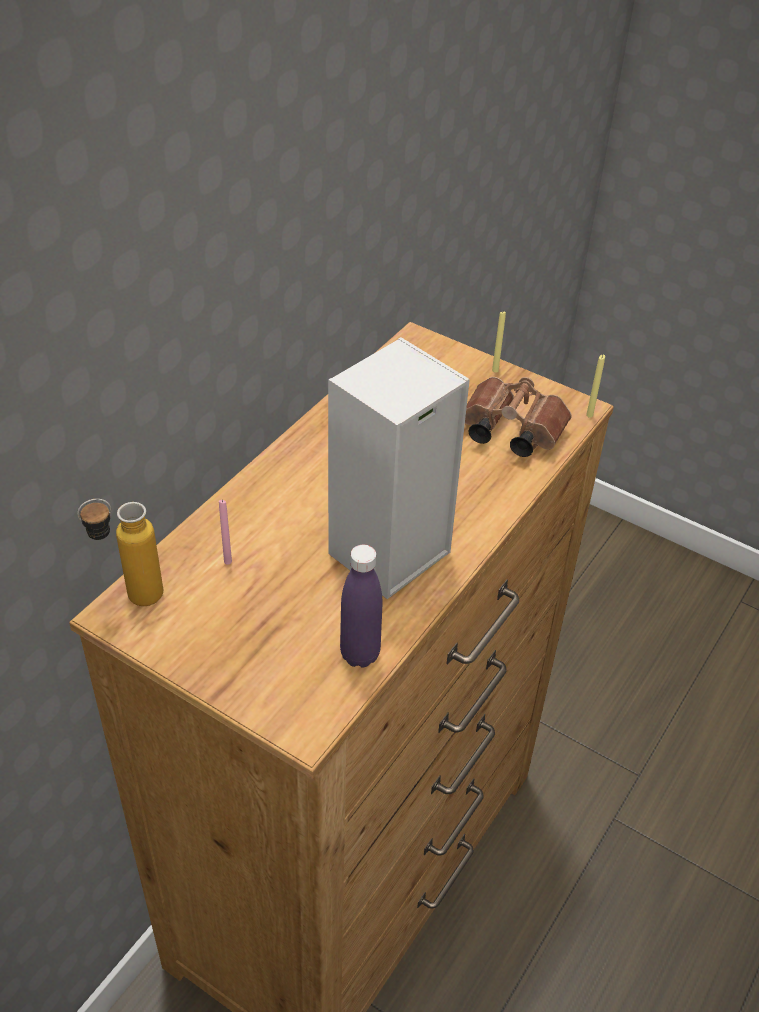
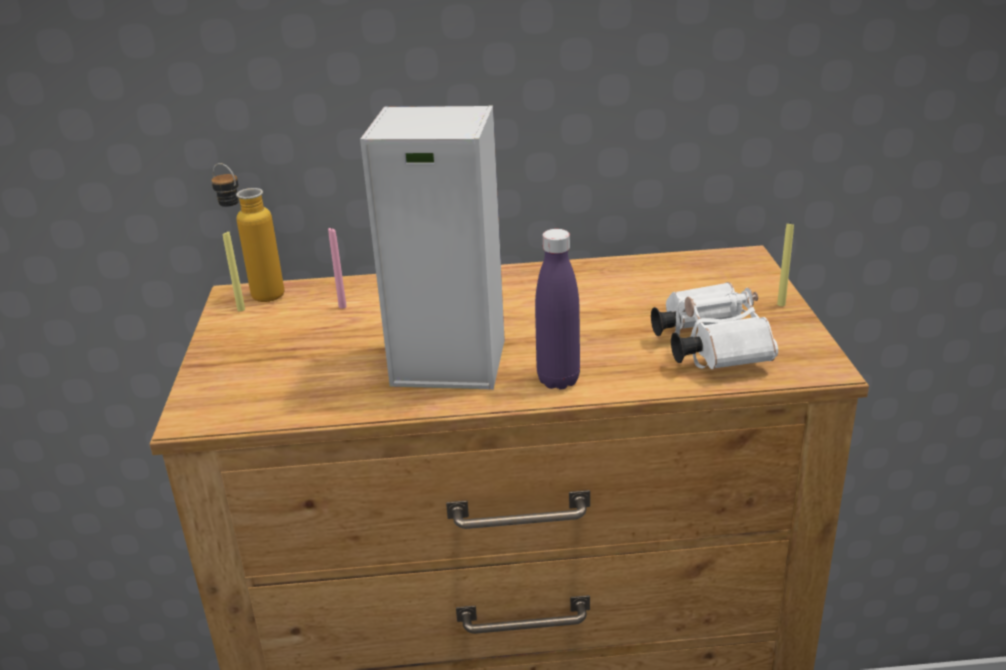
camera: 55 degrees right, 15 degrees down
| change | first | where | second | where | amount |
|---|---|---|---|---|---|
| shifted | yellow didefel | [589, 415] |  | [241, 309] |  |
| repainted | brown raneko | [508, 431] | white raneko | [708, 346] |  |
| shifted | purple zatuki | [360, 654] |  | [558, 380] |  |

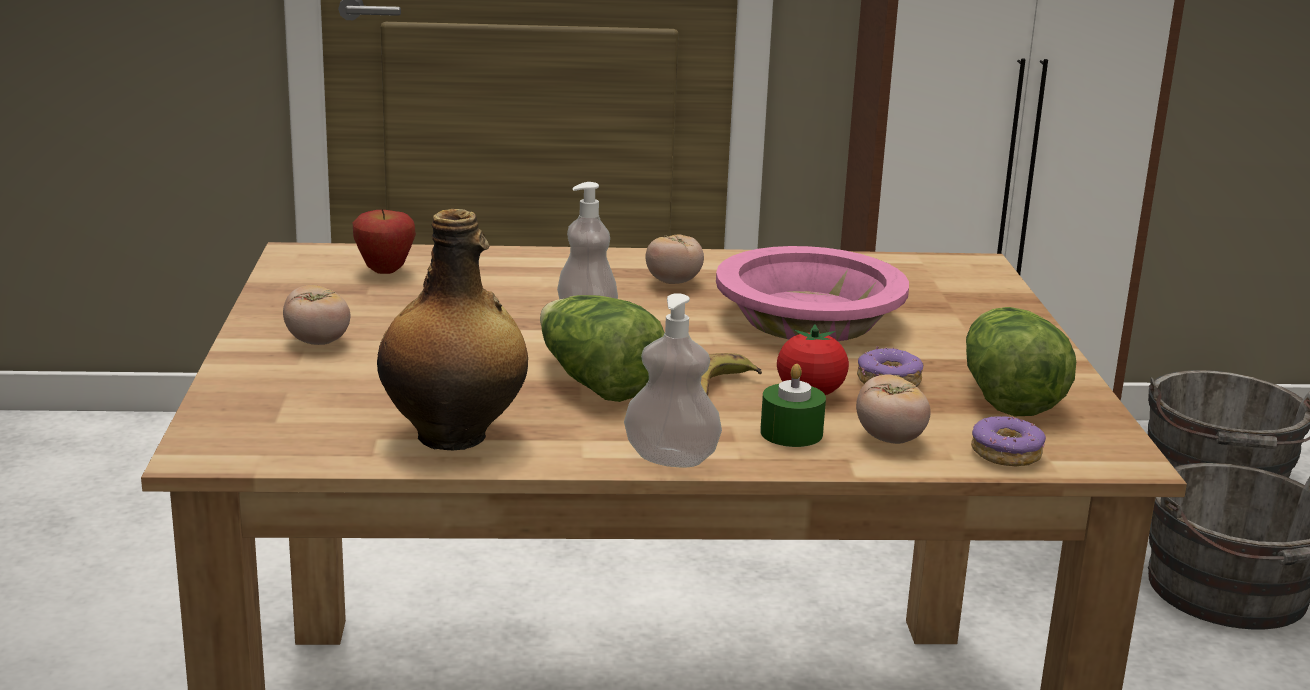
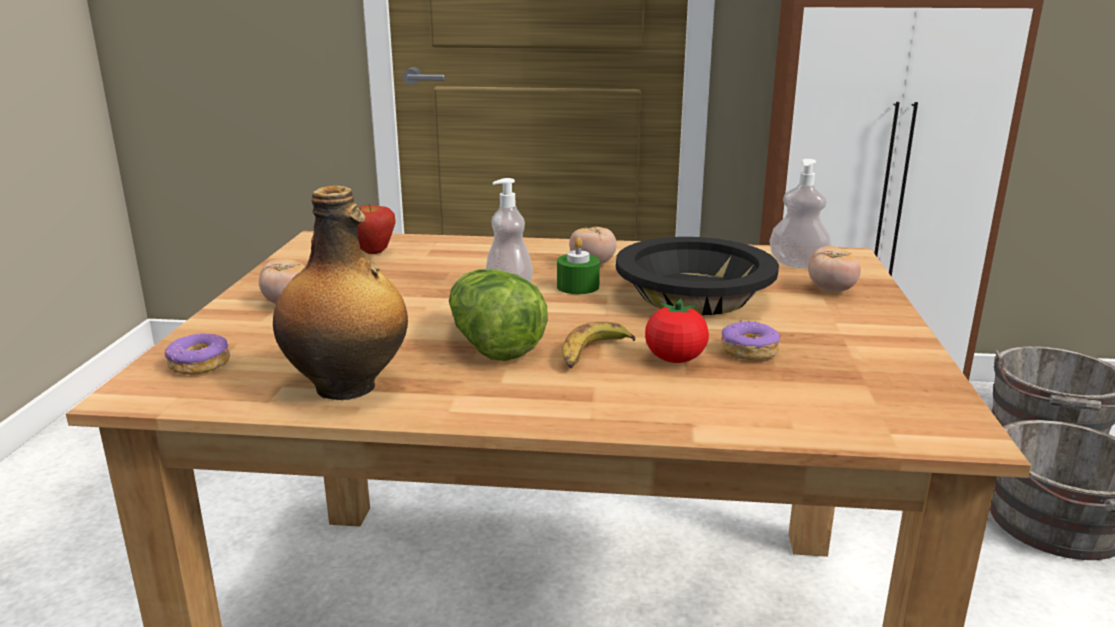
camera: 10 degrees right, 0 degrees up
| change | first | where | second | where | amount |
|---|---|---|---|---|---|
| repainted | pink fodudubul | [809, 319] | black fodudubul | [694, 295] |  |
| shifted | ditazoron | [671, 458] |  | [797, 264] |  |
| gone | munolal | [1007, 395] |  |  |  |
| shifted | green didefel | [791, 433] |  | [578, 286] |  |
| shifted | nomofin | [890, 439] |  | [831, 290] |  |
| shifted | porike | [1007, 454] |  | [200, 364] |  |

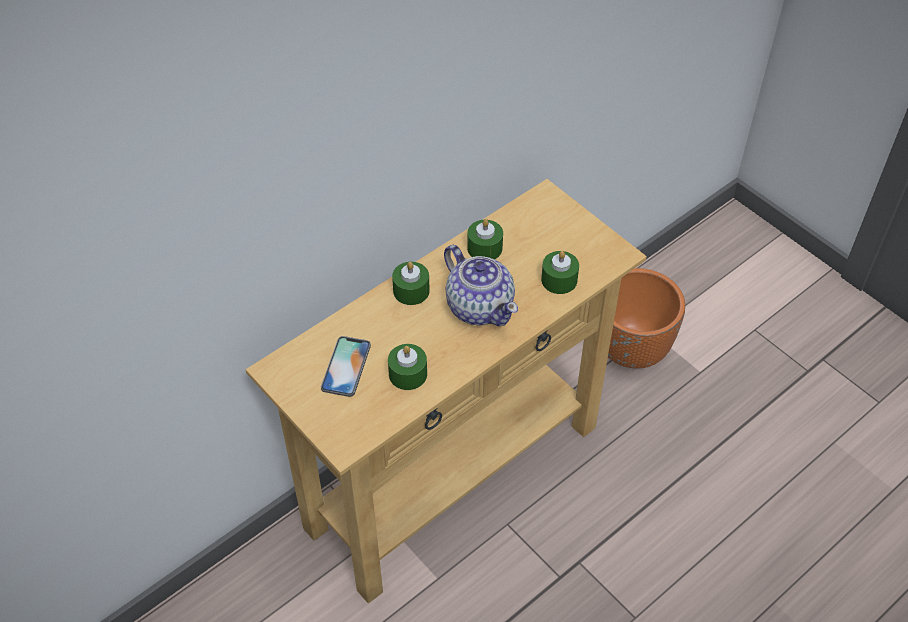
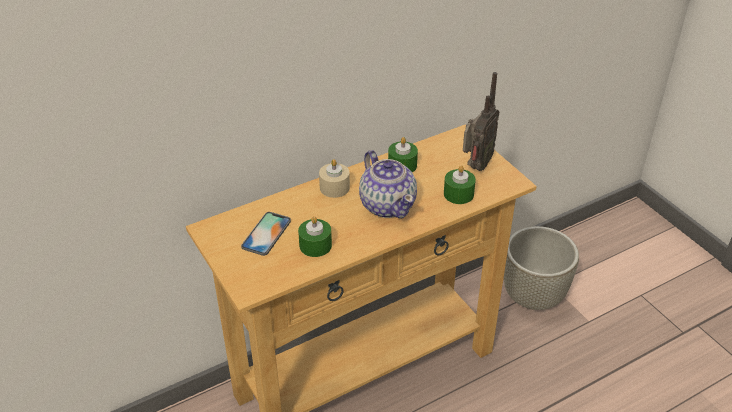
camera: 10 degrees right, 10 degrees down
| change | first | where | second | where | amount |
|---|---|---|---|---|---|
| repainted | green didefel | [411, 291] | beige didefel | [334, 187] |  |
| repainted | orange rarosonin | [631, 349] | grey rarosonin | [533, 296] |  |
| new |  |  | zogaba | [475, 166] |  |

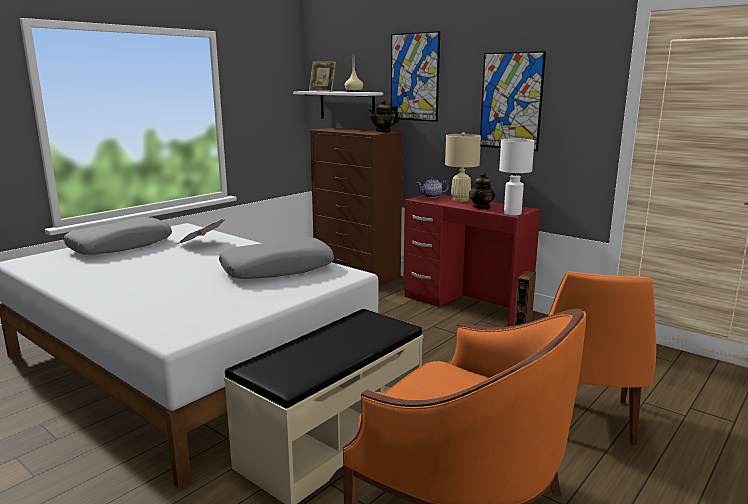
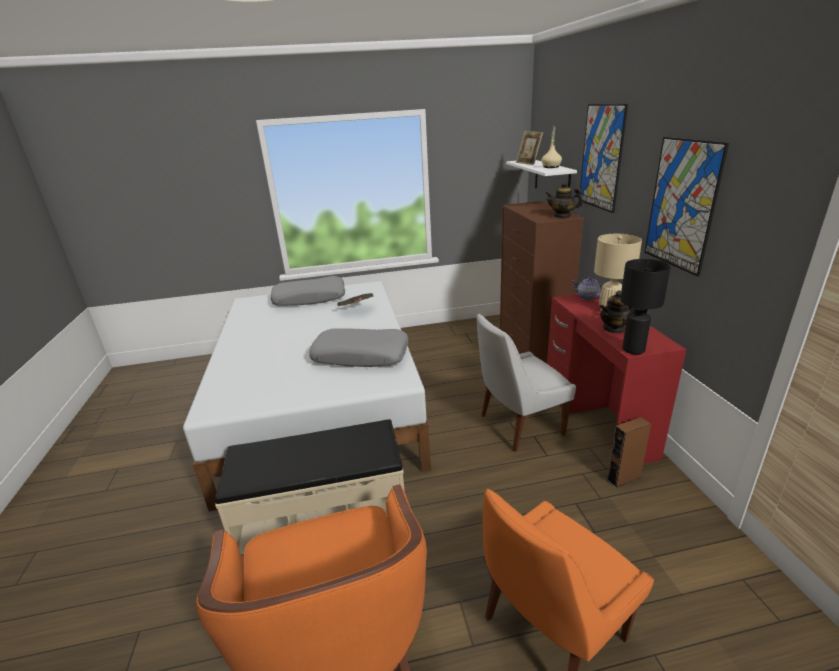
camera: 40 degrees right, 10 degrees up
| change | first | where | second | where | amount |
|---|---|---|---|---|---|
| repainted | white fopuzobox | [513, 213] | black fopuzobox | [634, 350] |  |
| new |  |  | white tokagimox | [518, 426] |  |

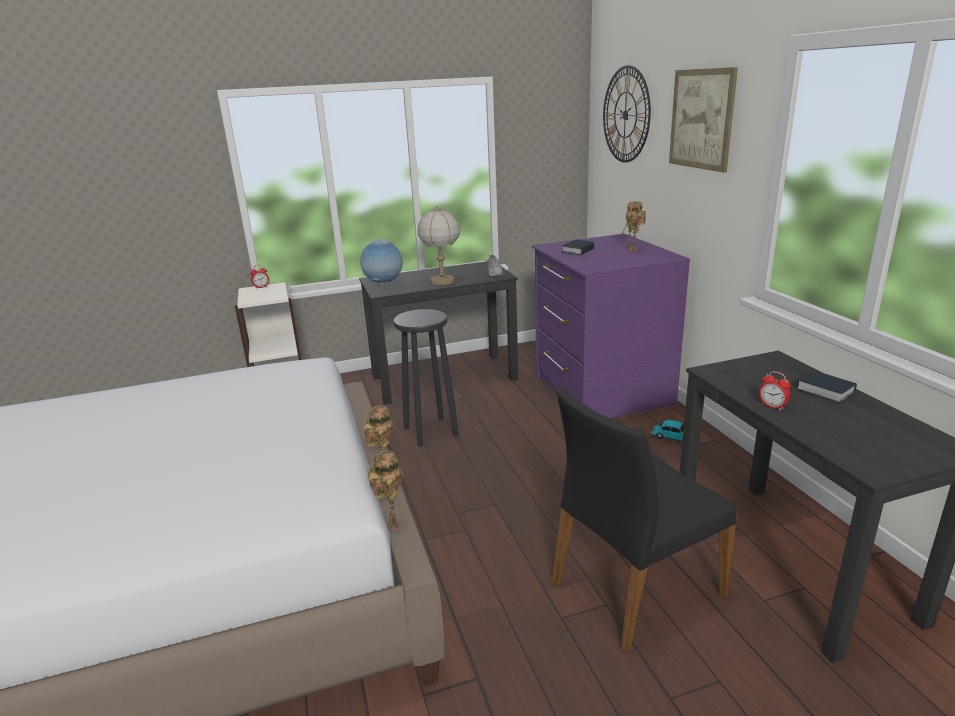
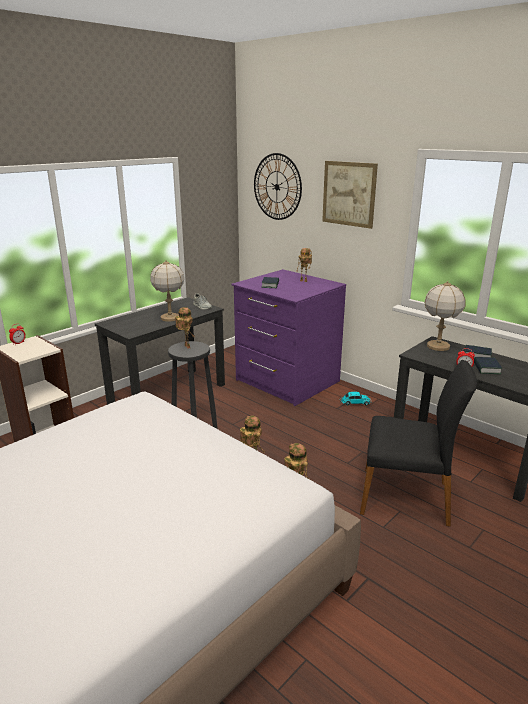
camera: 30 degrees left, 0 degrees up
| change | first | where | second | where | amount |
|---|---|---|---|---|---|
| gone | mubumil | [383, 284] |  |  |  |
| rotated | black tokagimox | [634, 588] |  | [406, 497] | 105 degrees counterclockwise |
| new |  |  | fopuzobox | [438, 346] |  |
| new |  |  | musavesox | [186, 346] |  |
| new |  |  | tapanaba | [486, 368] |  |

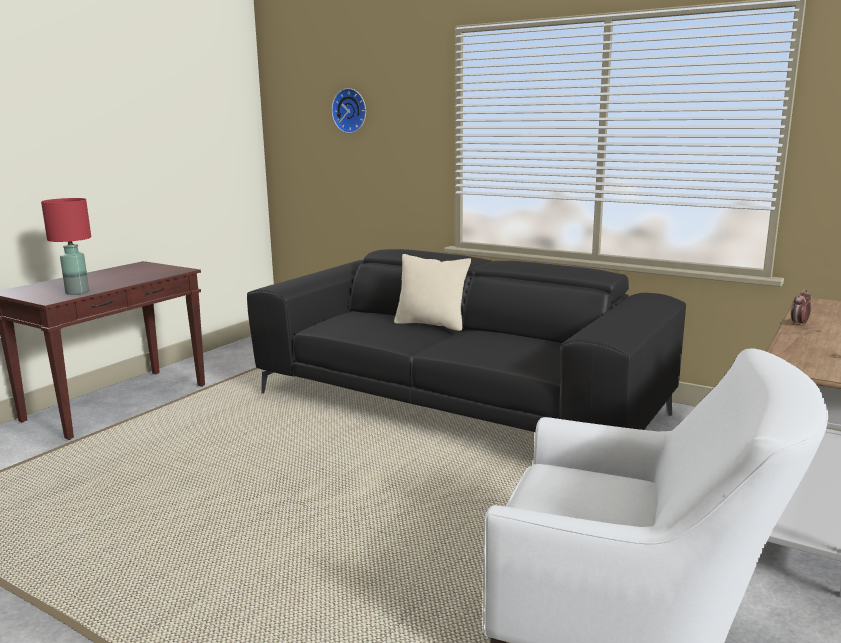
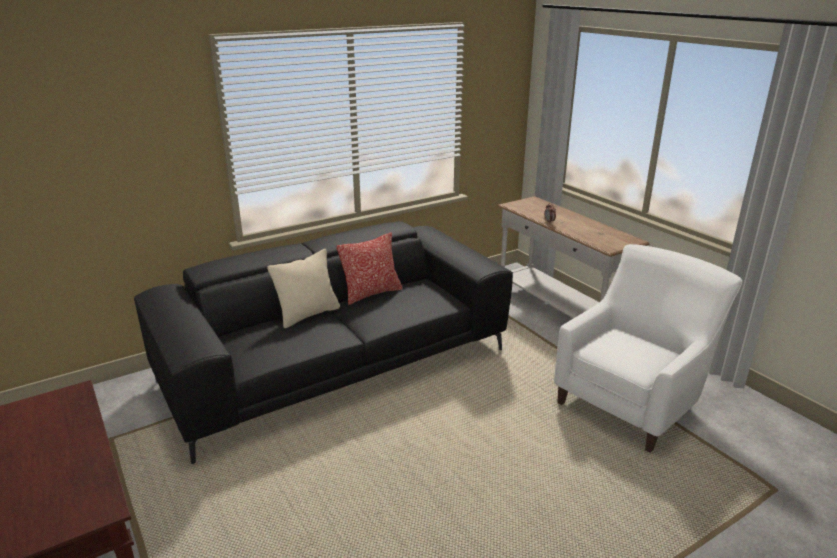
camera: 65 degrees left, 10 degrees up
| change | first | where | second | where | amount |
|---|---|---|---|---|---|
| gone | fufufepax | [350, 110] |  |  |  |
| gone | red fopuzobox | [78, 292] |  |  |  |
| new |  |  | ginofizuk | [371, 293] |  |

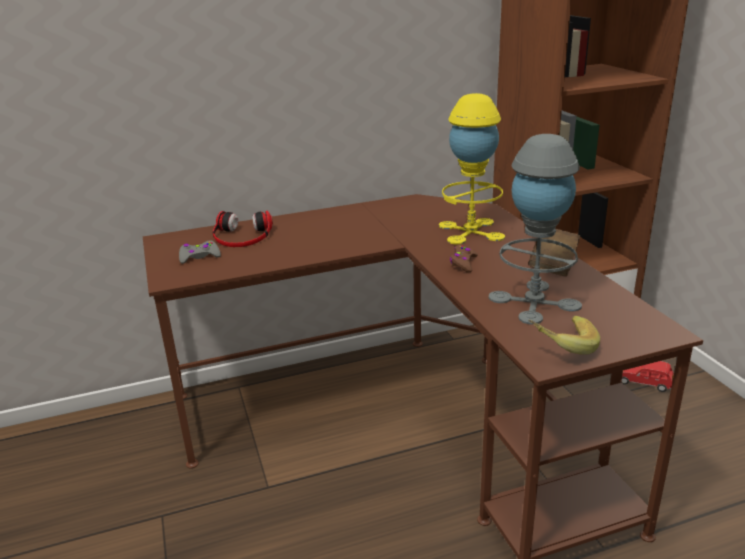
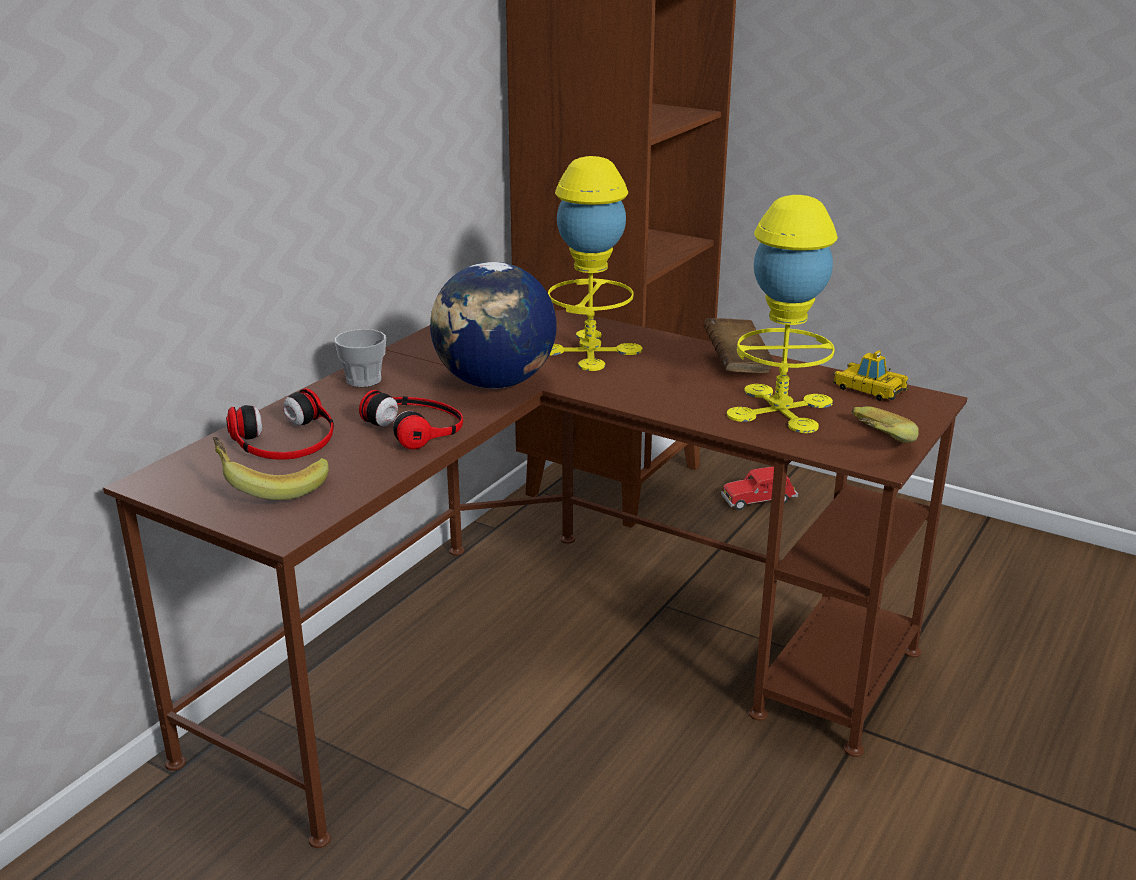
camera: 40 degrees left, 0 degrees up
| change | first | where | second | where | amount |
|---|---|---|---|---|---|
| repainted | grey fopuzobox | [534, 301] | yellow fopuzobox | [780, 408] |  |
| swapped | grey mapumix | [199, 257] | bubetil | [271, 486] |  |
| gone | brown mapumix | [463, 263] |  |  |  |
| new |  |  | mubumil | [495, 383] |  |
| new |  |  | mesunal | [364, 380] |  |
| new |  |  | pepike | [869, 389] |  |
| new |  |  | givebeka | [418, 427] |  |

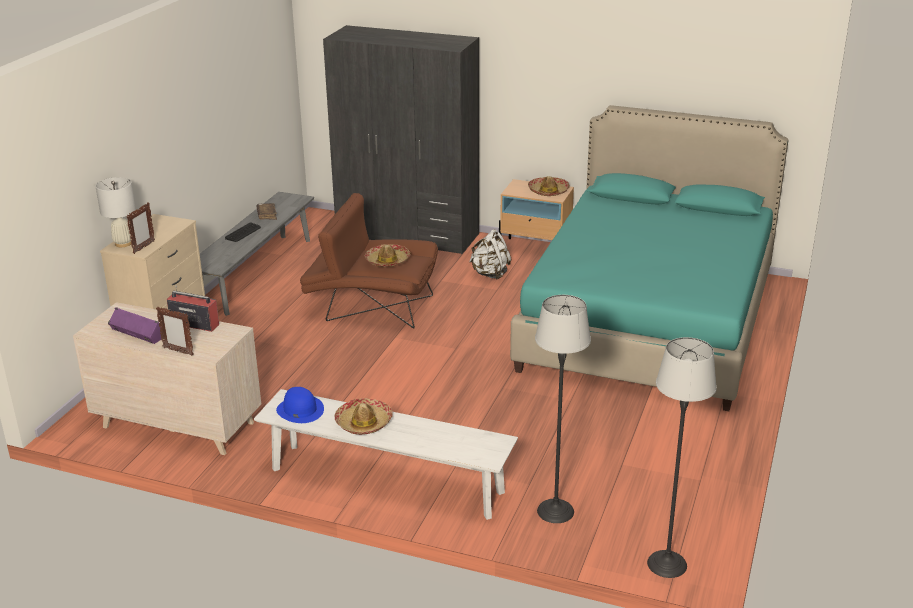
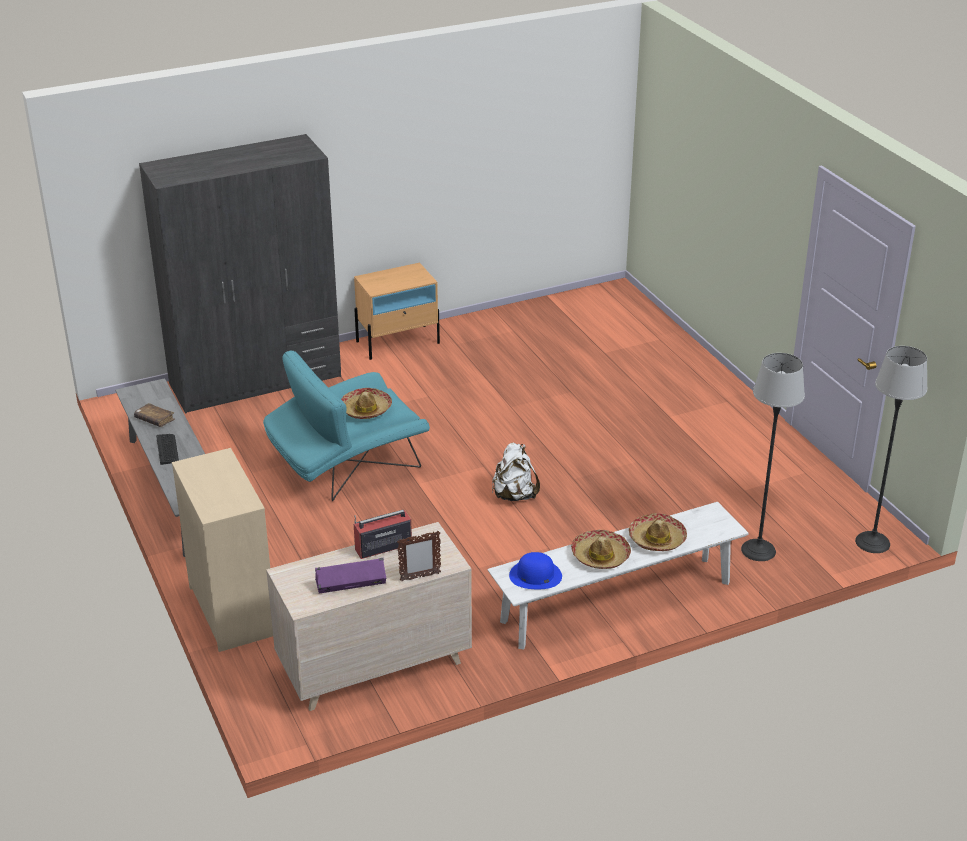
camera: 45 degrees left, 5 degrees up
| change | first | where | second | where | amount |
|---|---|---|---|---|---|
| gone | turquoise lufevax | [649, 320] |  |  |  |
| shifted | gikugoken | [548, 191] |  | [657, 539] |  |
| gone | white fopuzobox | [123, 243] |  |  |  |
| repainted | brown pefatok | [371, 306] | turquoise pefatok | [347, 466] |  |
| gone | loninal | [143, 247] |  |  |  |
| shifted | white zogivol | [490, 274] |  | [514, 495] |  |

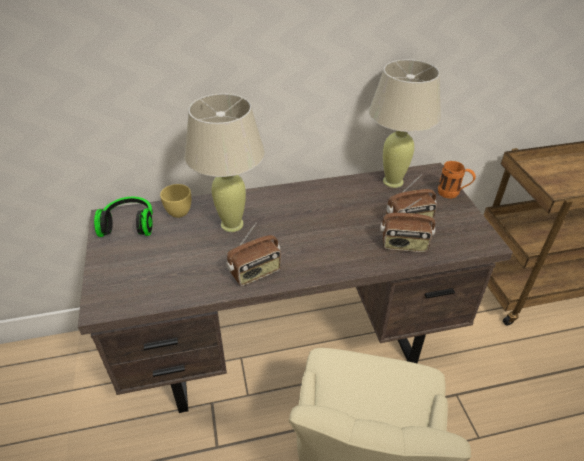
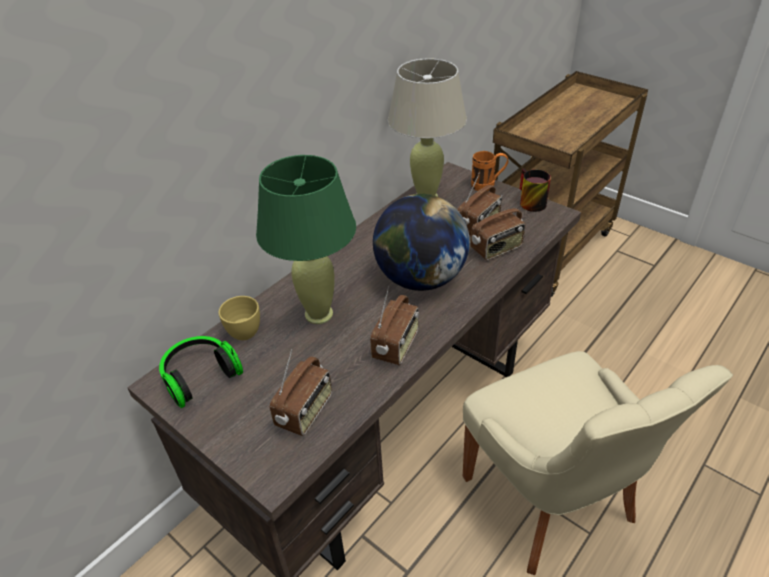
camera: 35 degrees left, 0 degrees up
| change | first | where | second | where | amount |
|---|---|---|---|---|---|
| repainted | beige fopuzobox | [232, 224] | green fopuzobox | [319, 314] |  |
| new |  |  | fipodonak | [528, 202] |  |
| new |  |  | mubumil | [420, 279] |  |
| new |  |  | zogaba | [305, 411] |  |

